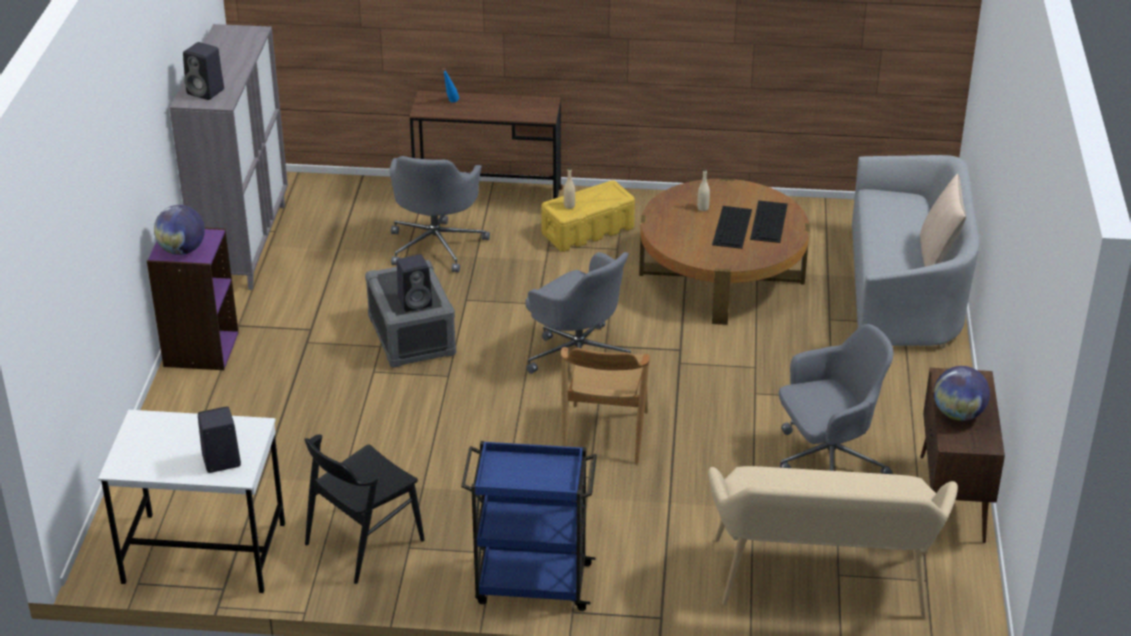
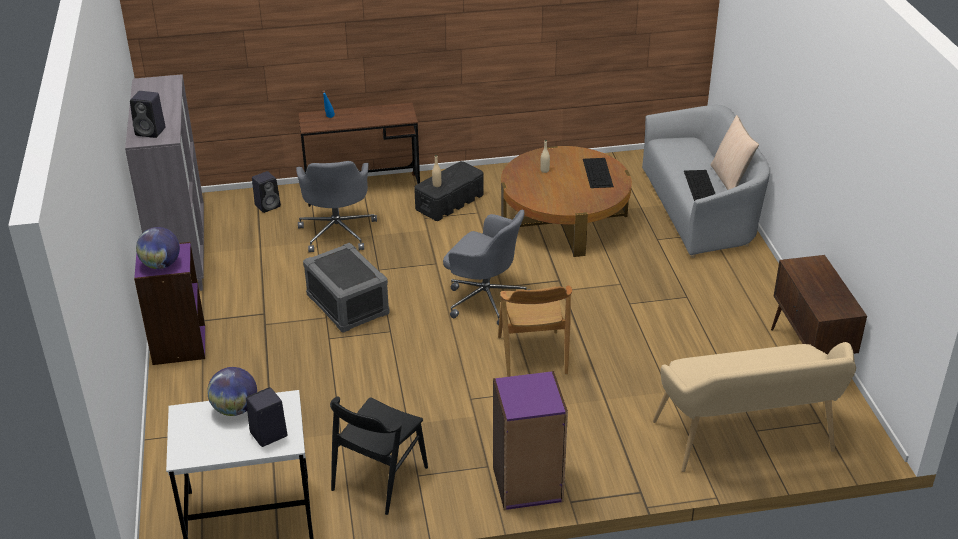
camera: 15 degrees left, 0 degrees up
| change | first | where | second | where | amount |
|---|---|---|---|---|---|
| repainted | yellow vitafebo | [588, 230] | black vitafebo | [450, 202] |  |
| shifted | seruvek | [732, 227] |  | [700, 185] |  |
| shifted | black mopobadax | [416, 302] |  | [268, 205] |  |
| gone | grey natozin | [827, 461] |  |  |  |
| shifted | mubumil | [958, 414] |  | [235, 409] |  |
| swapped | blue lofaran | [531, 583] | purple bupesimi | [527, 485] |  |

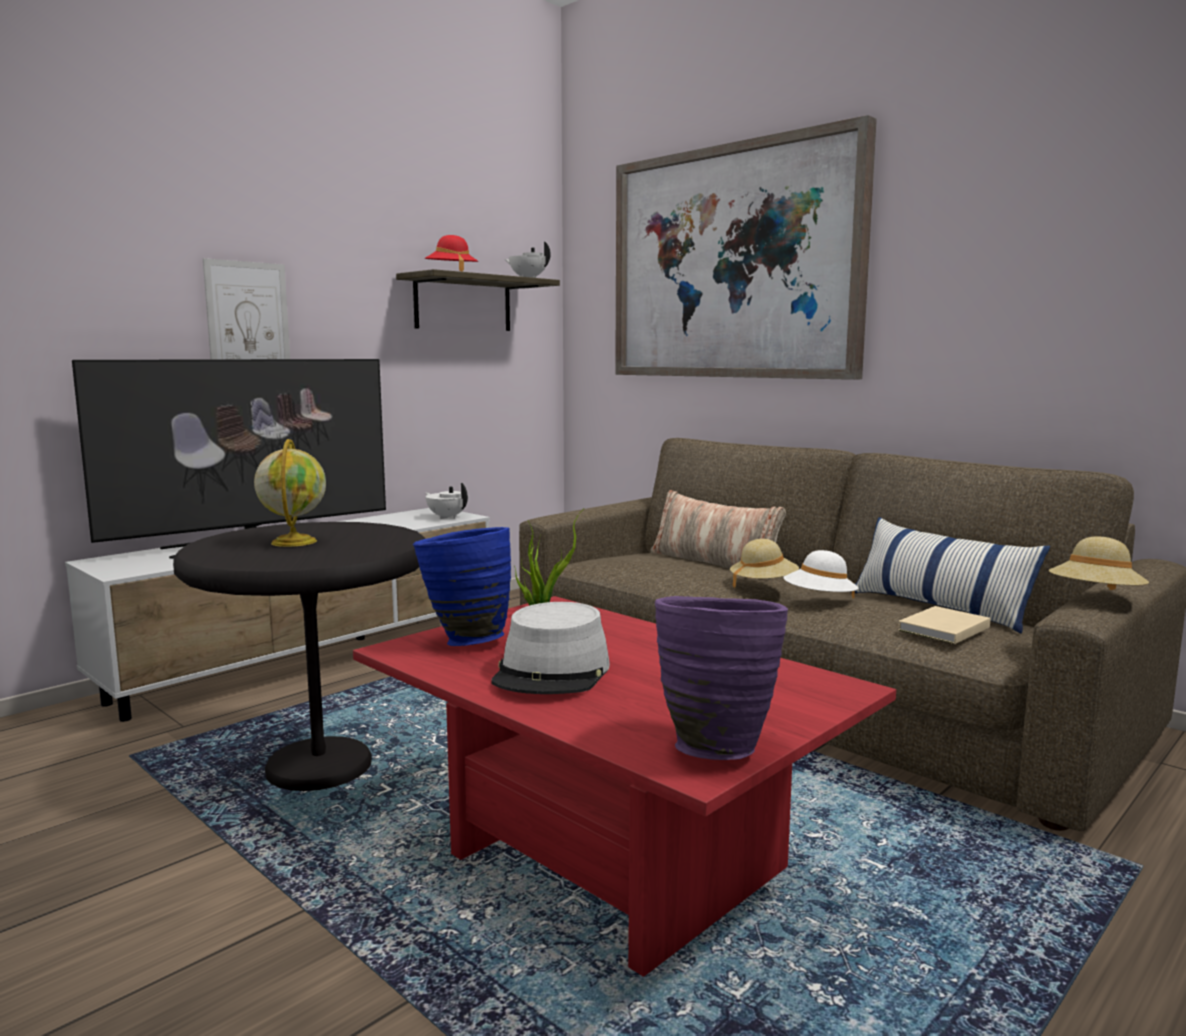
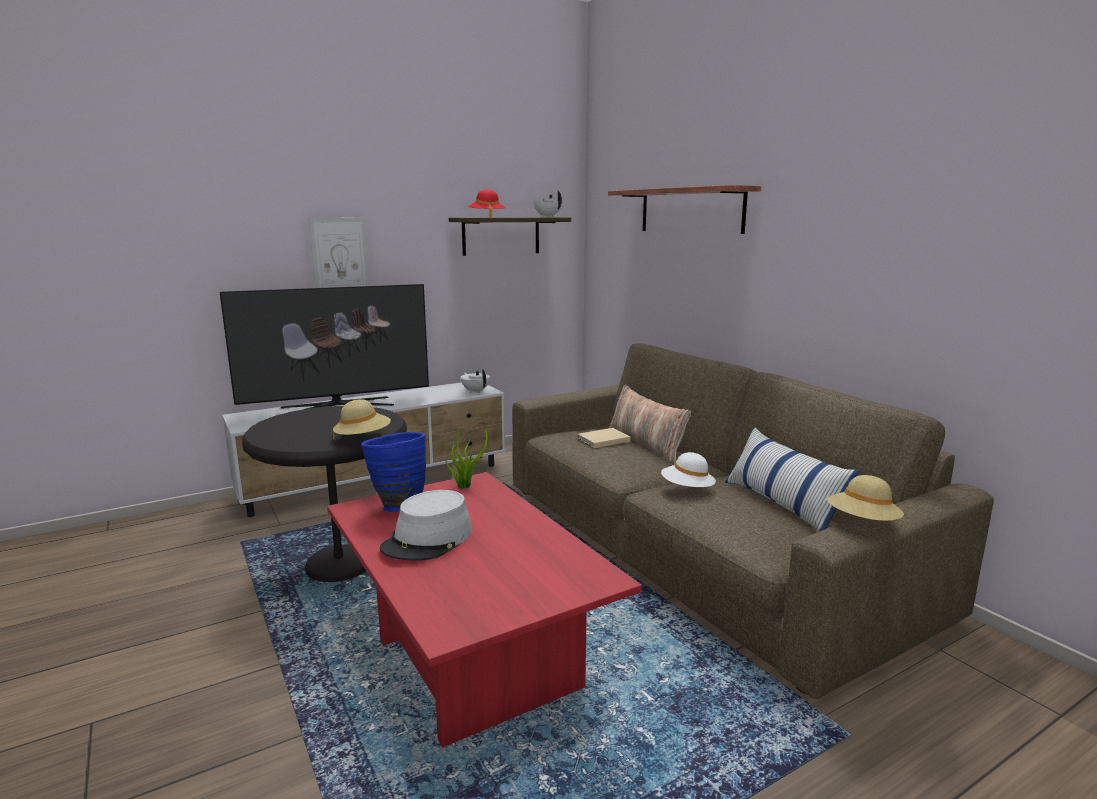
camera: 15 degrees right, 5 degrees up
| change | first | where | second | where | amount |
|---|---|---|---|---|---|
| swapped | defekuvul | [733, 263] | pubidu | [690, 210] |  |
| gone | mubumil | [293, 542] |  |  |  |
| shifted | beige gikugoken | [763, 585] |  | [363, 438] |  |
| gone | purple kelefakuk | [714, 745] |  |  |  |
| shifted | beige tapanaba | [941, 629] |  | [602, 440] |  |

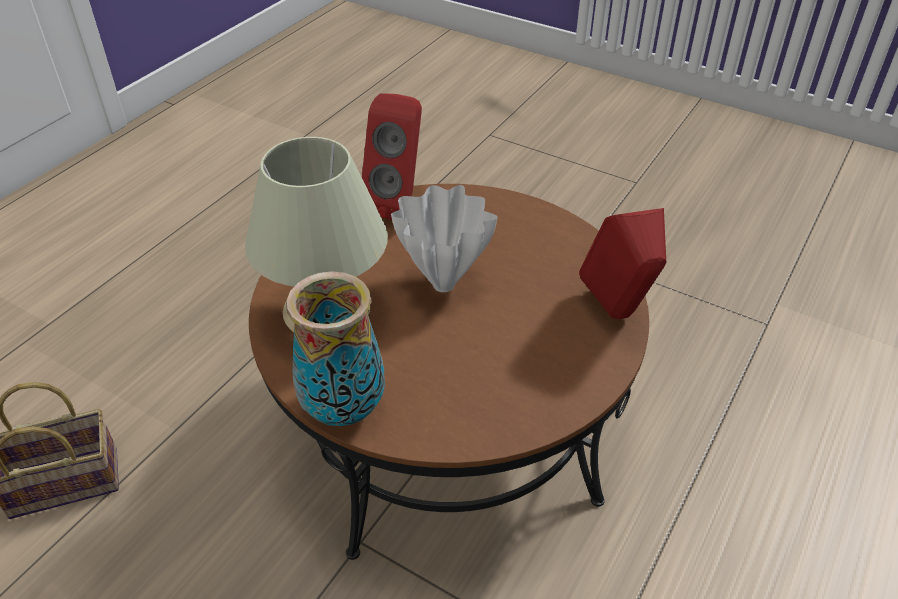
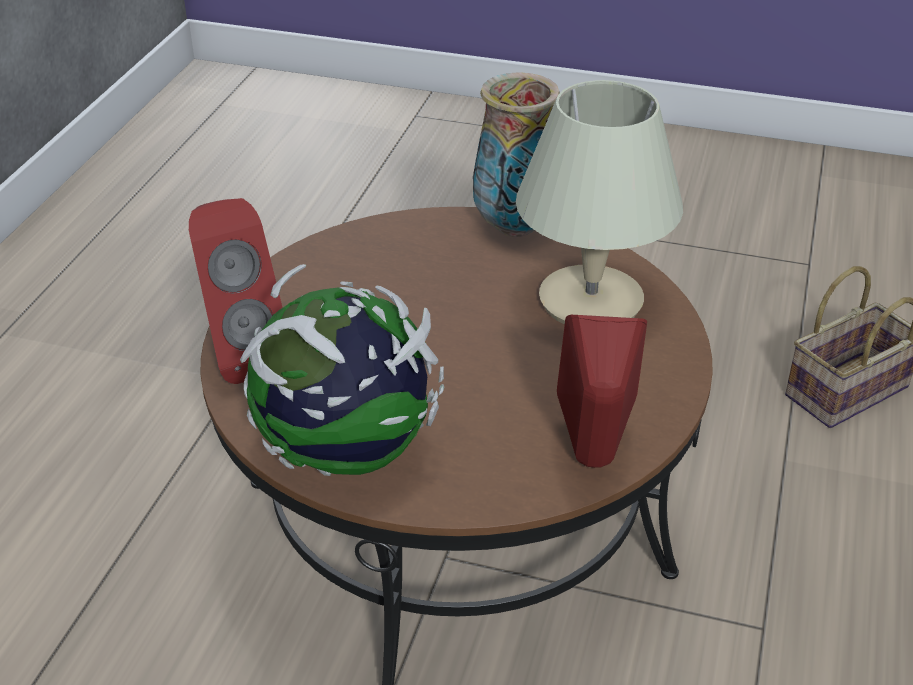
camera: 165 degrees right, 5 degrees down
| change | first | where | second | where | amount |
|---|---|---|---|---|---|
| gone | white kelefakuk | [444, 283] |  |  |  |
| new |  |  | mubumil | [347, 452] |  |

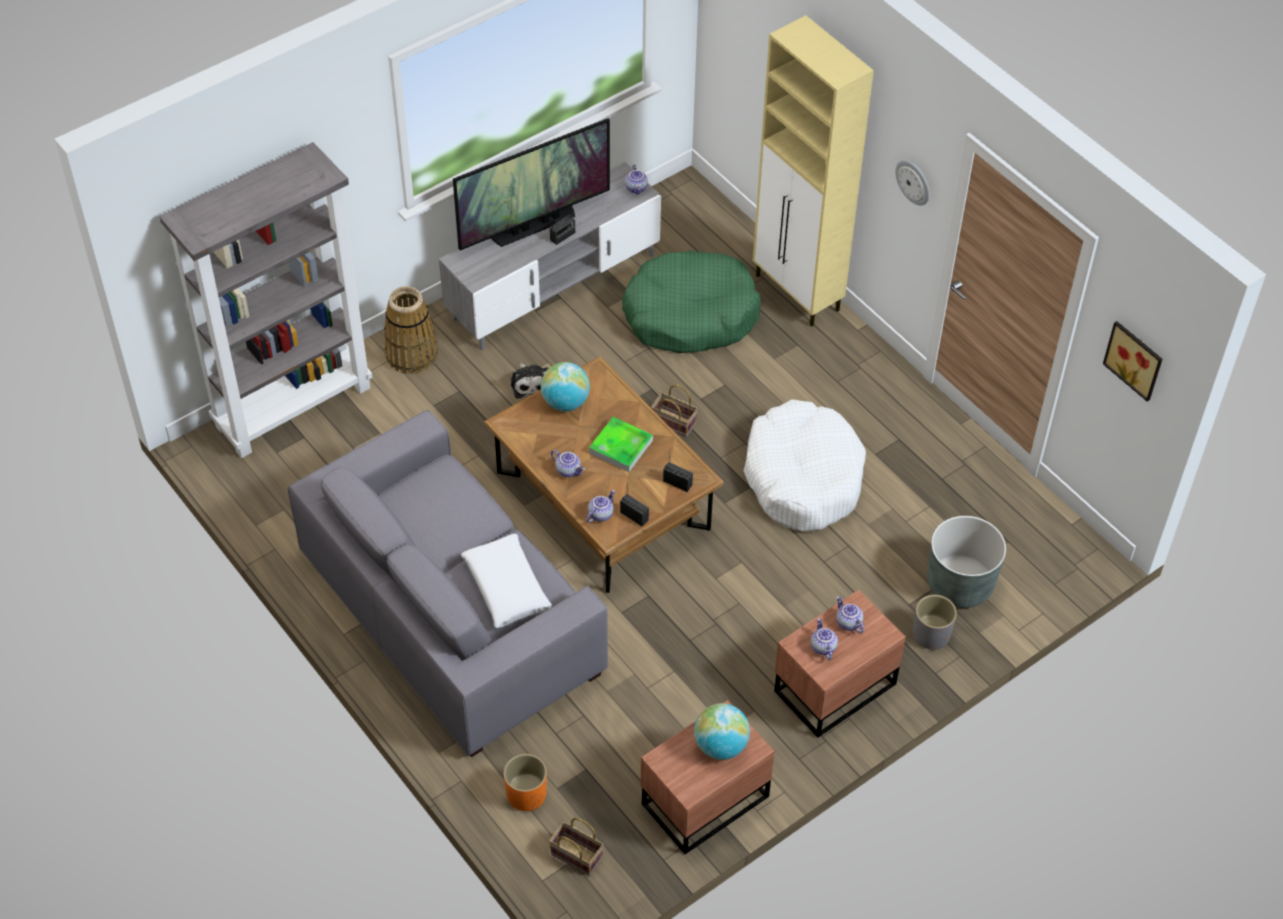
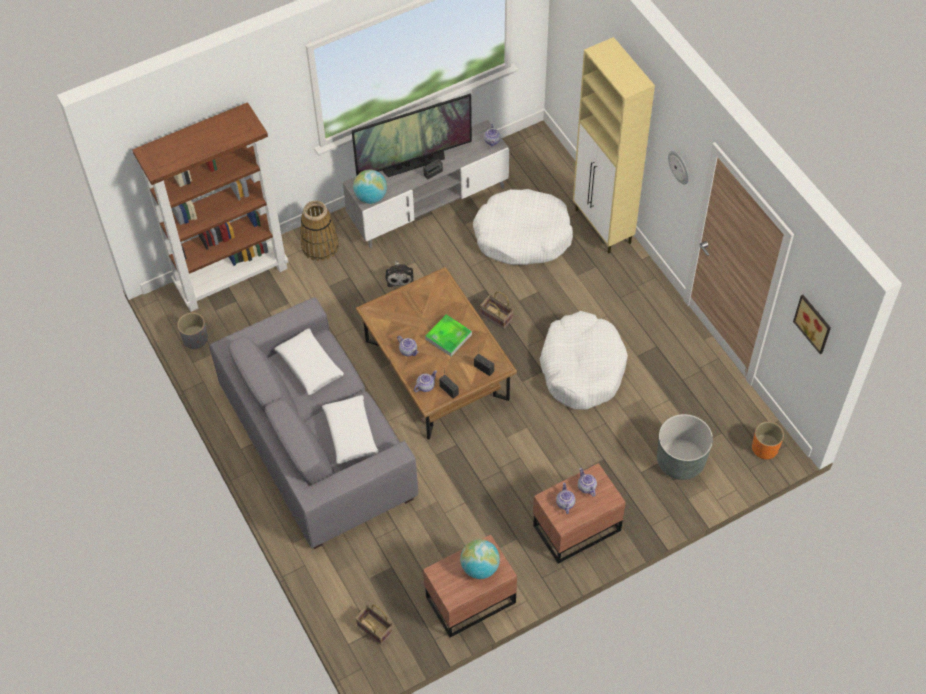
camera: 10 degrees right, 5 degrees up
| change | first | where | second | where | amount |
|---|---|---|---|---|---|
| repainted | grey bupesimi | [294, 406] | brown bupesimi | [232, 276] |  |
| repainted | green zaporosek | [690, 315] | white zaporosek | [522, 236] |  |
| shifted | mubumil | [565, 402] |  | [371, 197] |  |
| shifted | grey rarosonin | [931, 635] |  | [195, 339] |  |
| shifted | orange rarosonin | [526, 795] |  | [764, 448] |  |
| new |  |  | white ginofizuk | [310, 366] |  |

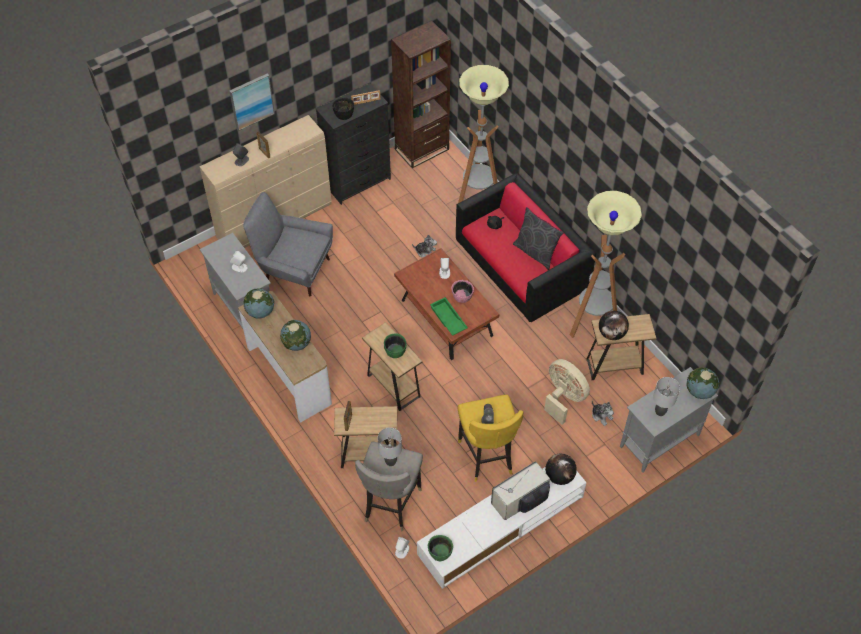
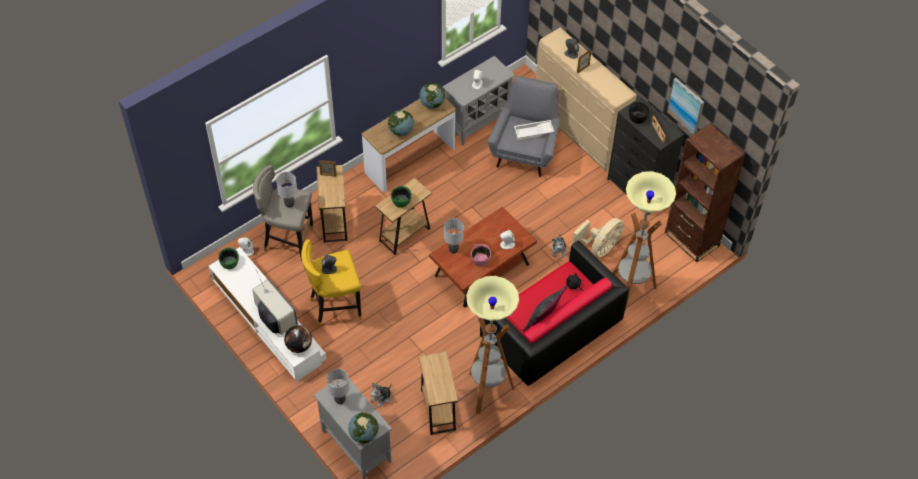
camera: 85 degrees right, 0 degrees up
| change | first | where | second | where | amount |
|---|---|---|---|---|---|
| shifted | defekuvul | [251, 101] |  | [686, 106] |  |
| swapped | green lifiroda | [447, 319] | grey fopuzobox | [453, 249] |  |
| gone | mubumil | [612, 334] |  |  |  |
| shifted | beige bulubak | [563, 398] |  | [600, 247] |  |
| new |  |  | white lifiroda | [533, 132] |  |

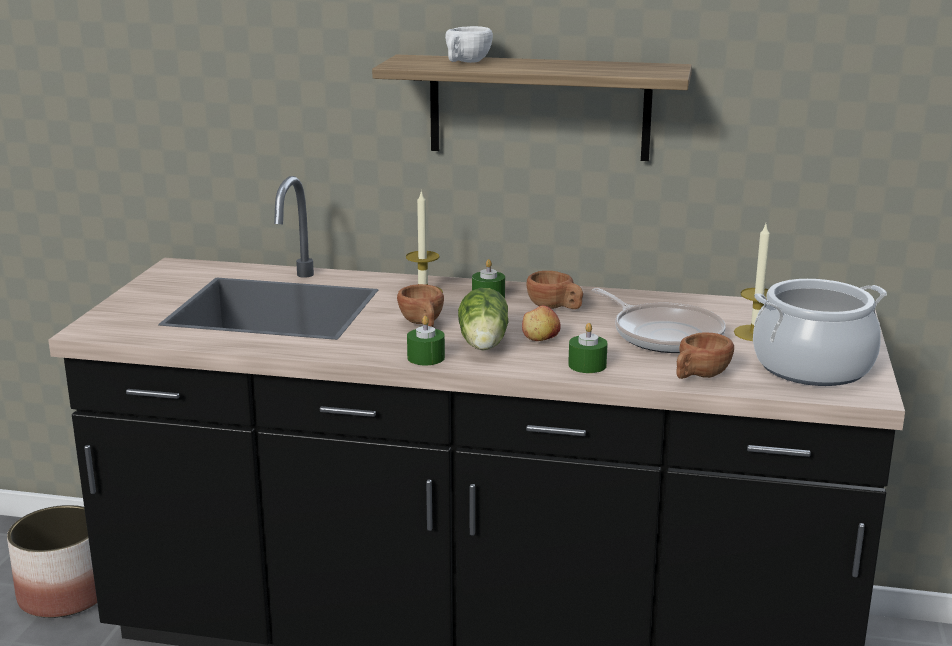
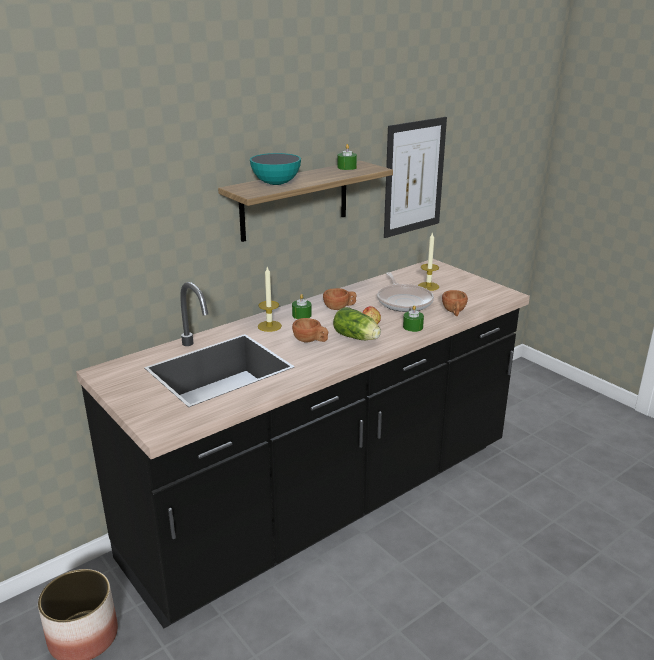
camera: 50 degrees left, 5 degrees up
| change | first | where | second | where | amount |
|---|---|---|---|---|---|
| swapped | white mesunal | [465, 62] | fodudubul | [276, 184] |  |
| gone | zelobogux | [812, 367] |  |  |  |
| rotated | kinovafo | [664, 335] |  | [404, 301] | 75 degrees clockwise |
| shifted | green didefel | [426, 357] |  | [347, 167] |  |
| new |  |  | defekuvul | [414, 177] |  |

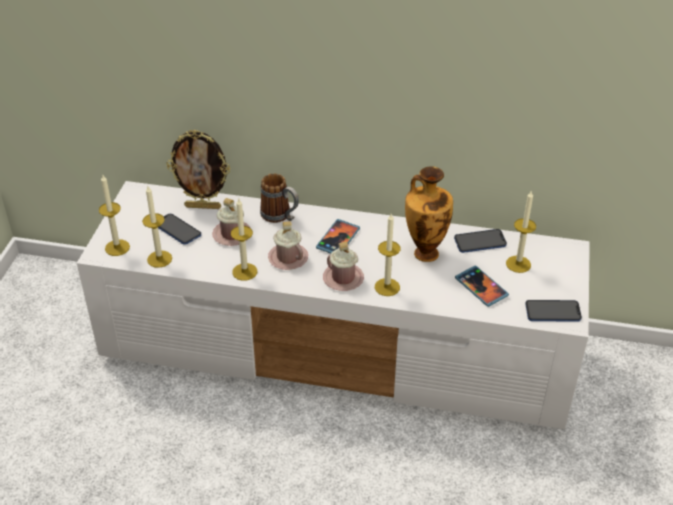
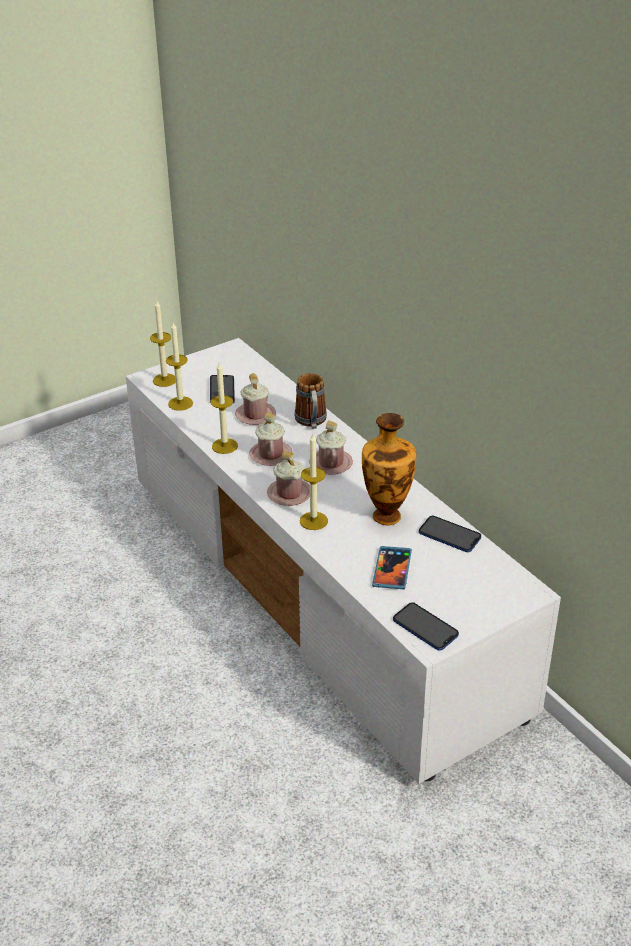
camera: 45 degrees right, 5 degrees down
| change | first | where | second | where | amount |
|---|---|---|---|---|---|
| gone | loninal | [203, 206] |  |  |  |
| gone | didefel | [518, 264] |  |  |  |
| swapped | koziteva | [338, 239] | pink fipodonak | [331, 463] |  |

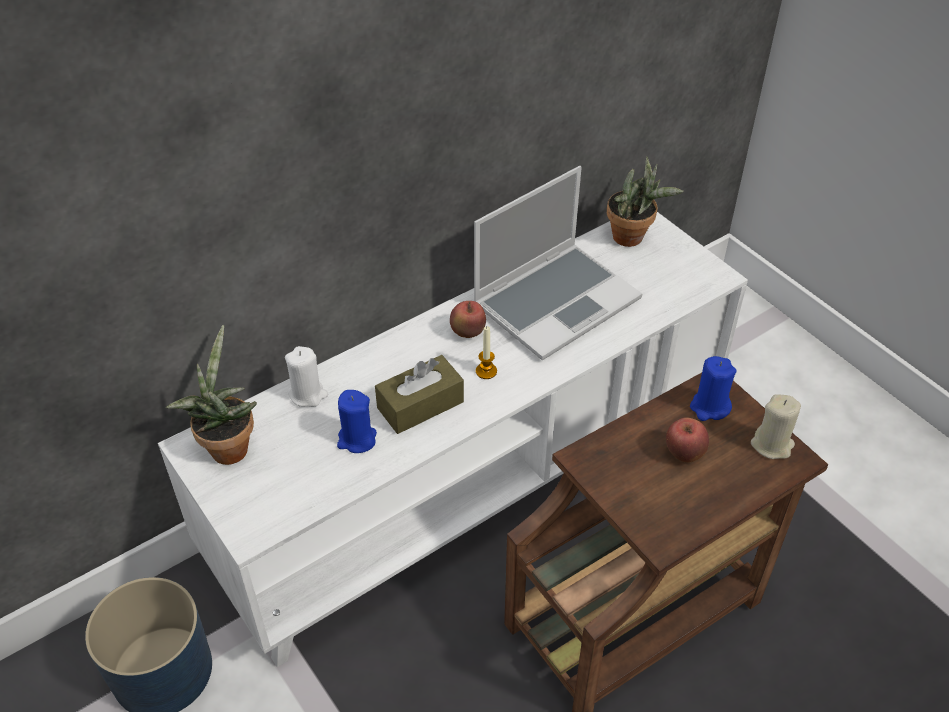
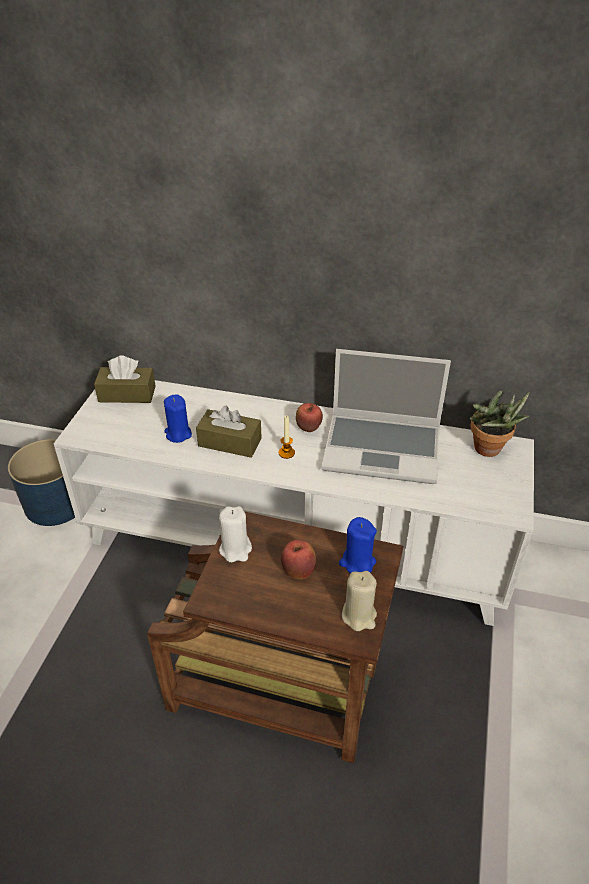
camera: 50 degrees right, 5 degrees down
| change | first | where | second | where | amount |
|---|---|---|---|---|---|
| swapped | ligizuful | [227, 446] | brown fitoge | [127, 394] |  |
| shifted | white didefel | [308, 394] |  | [235, 549] |  |

